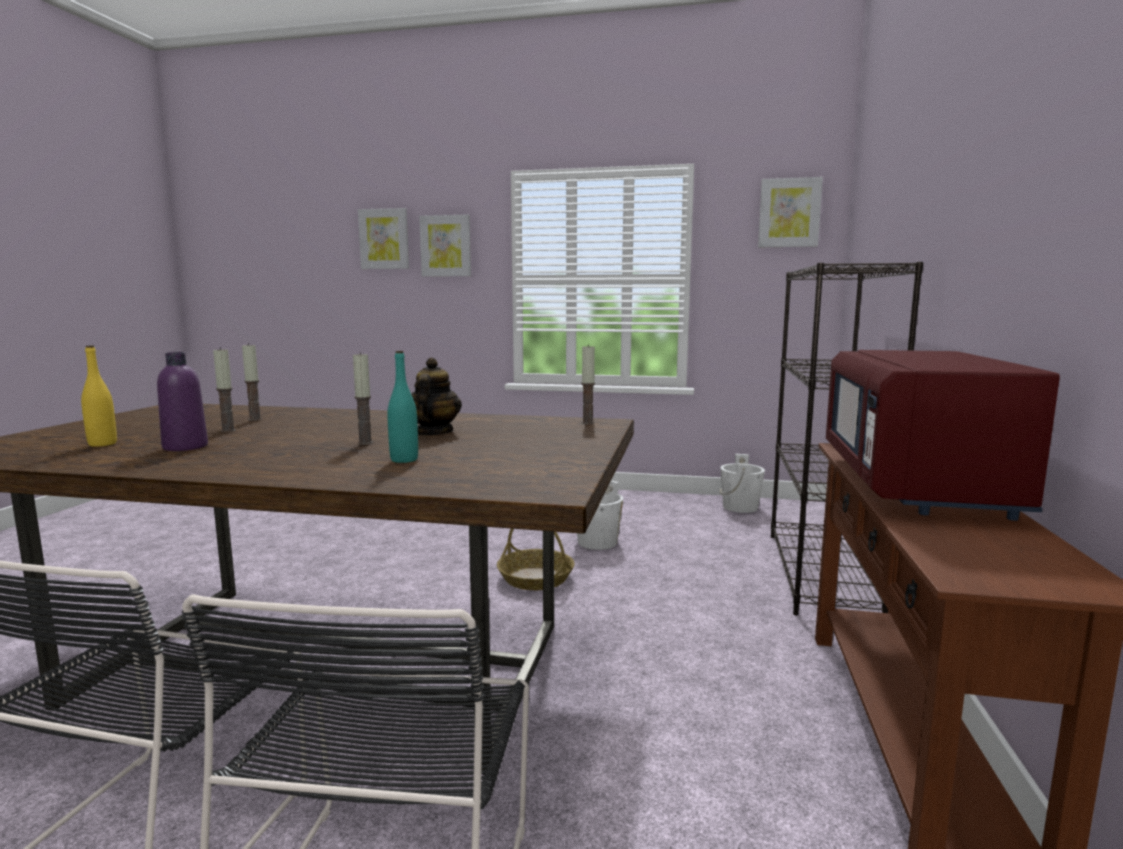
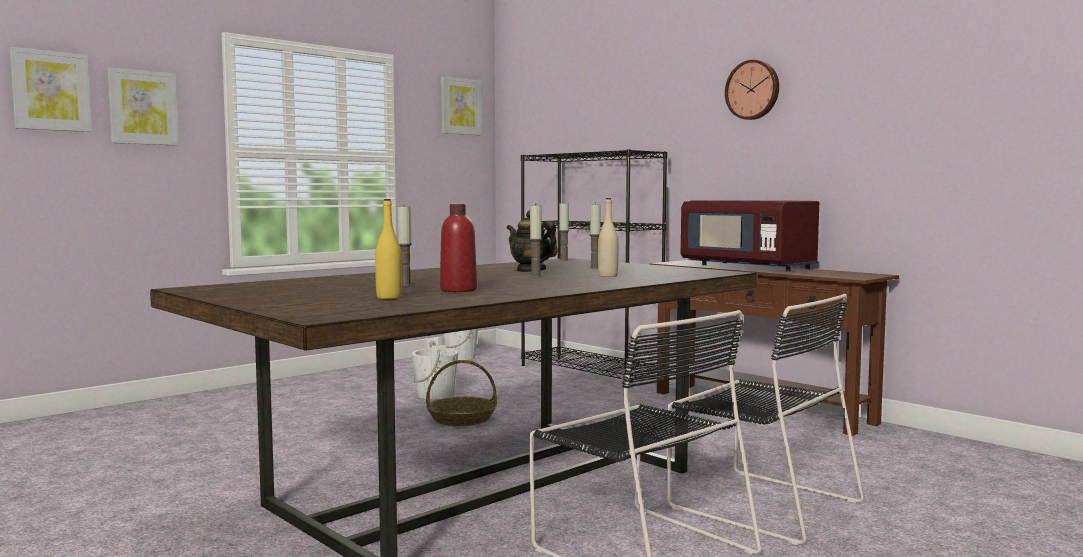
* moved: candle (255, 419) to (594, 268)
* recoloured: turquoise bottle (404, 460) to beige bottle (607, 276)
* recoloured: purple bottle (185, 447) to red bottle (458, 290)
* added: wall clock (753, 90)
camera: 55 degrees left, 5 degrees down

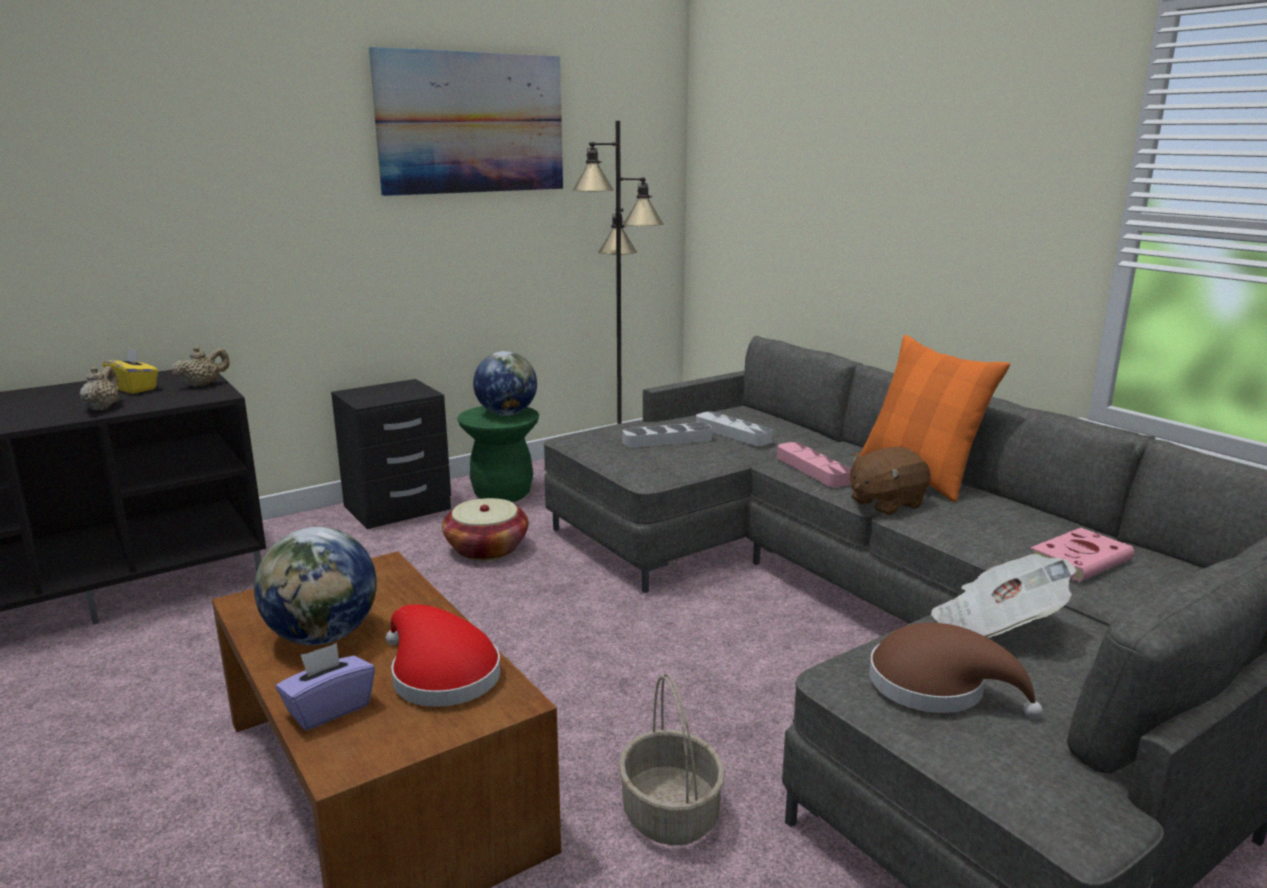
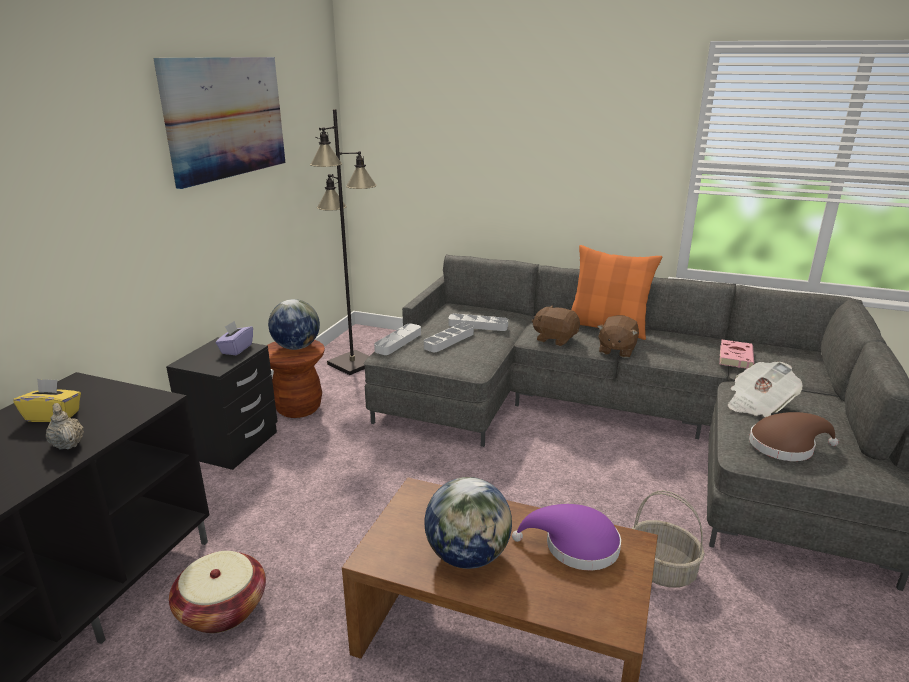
* removed: beige teapot (203, 384)
* recoloured: green stool (502, 494) to brown stool (298, 408)
* replaced: pink tray (812, 469) to brown plush toy (555, 339)
* moved: basket (486, 548) to (222, 609)
* recoloured: red hat (440, 675) to purple hat (575, 546)
* moved: purple tissue box (329, 709) to (236, 349)
* added: grey tray (398, 342)
camera: 35 degrees left, 5 degrees up

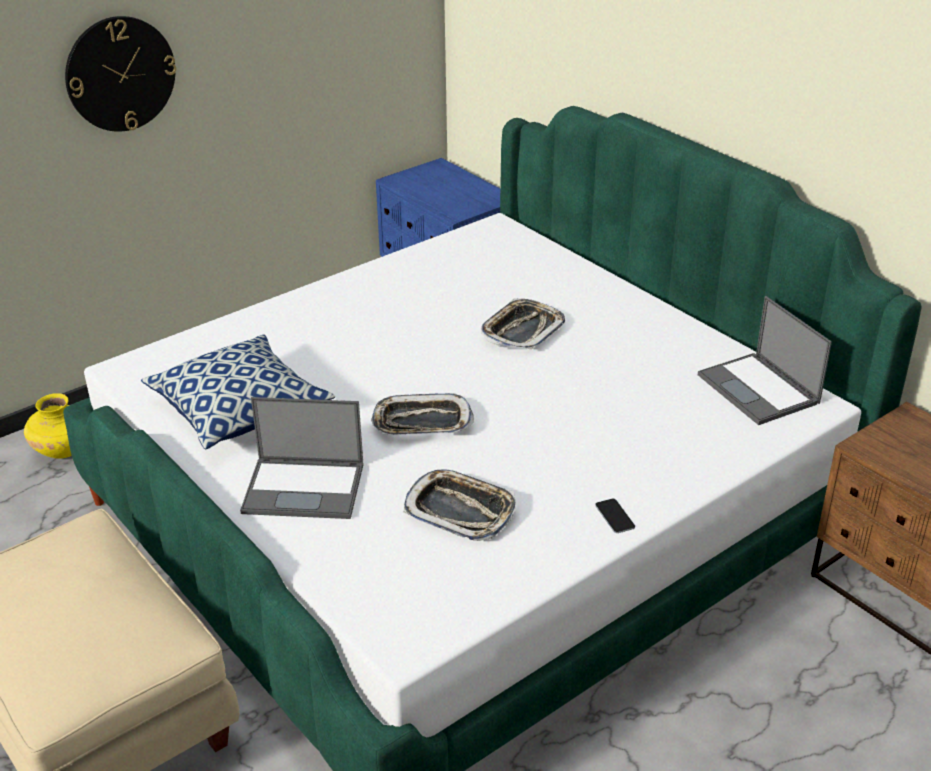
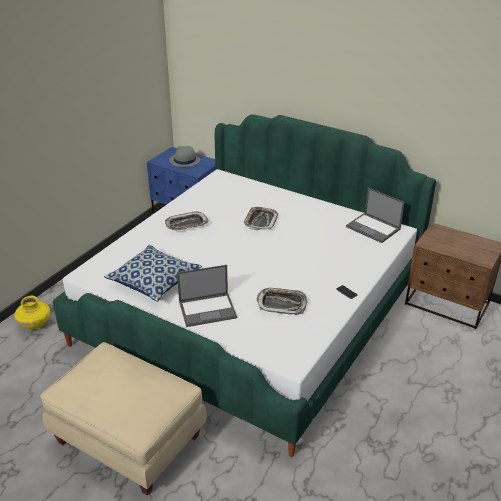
* removed: wall clock (120, 74)
* moved: tray (421, 422) to (186, 224)
* added: grey hat (184, 160)
camera: 20 degrees left, 0 degrees up

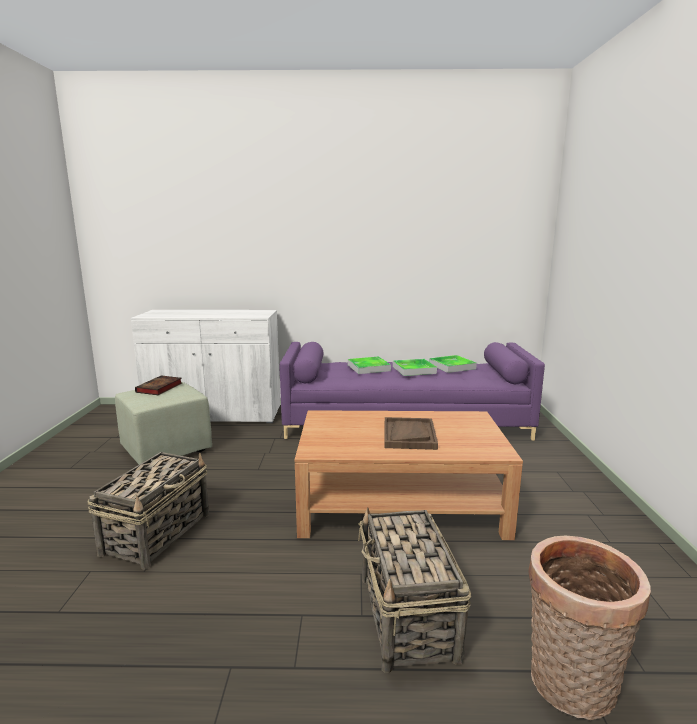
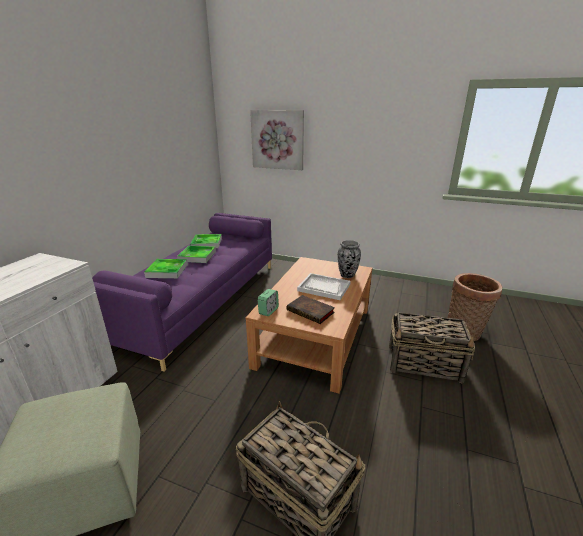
* moved: book (159, 388) to (311, 312)
* recoloured: brown tray (409, 435) to white tray (324, 287)
* added: picture (277, 140)
* added: vase (347, 275)
* added: alarm clock (268, 311)
camera: 70 degrees left, 10 degrees up

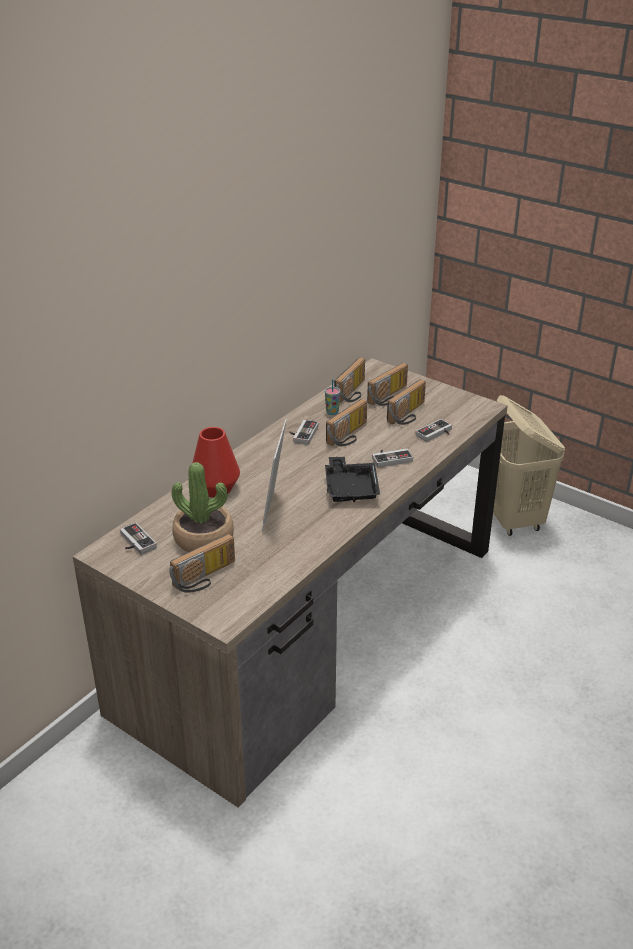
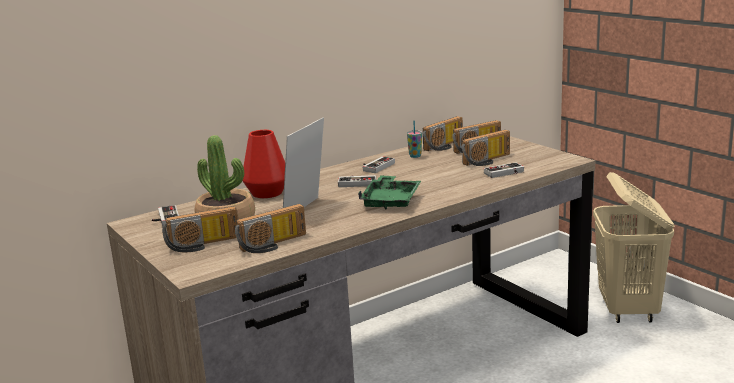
* moved: radio (350, 435) to (274, 245)
* moved: game controller (391, 458) to (357, 182)
* recoloured: black tray (350, 488) to green tray (391, 201)
camera: 20 degrees right, 15 degrees down

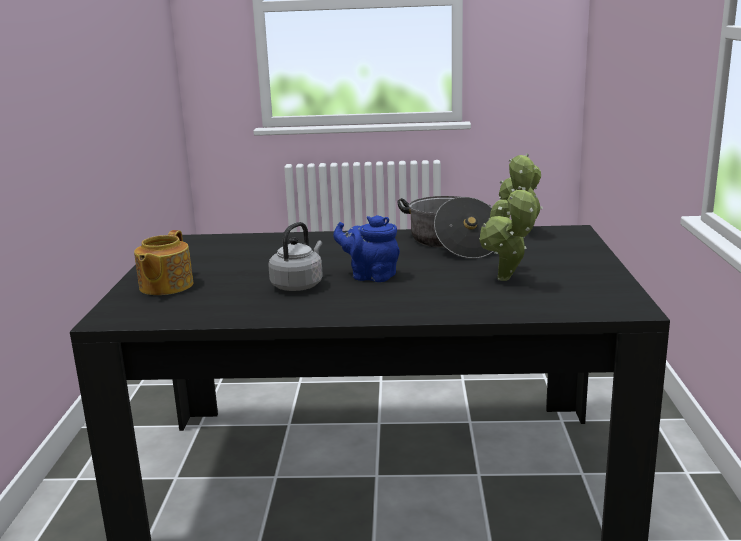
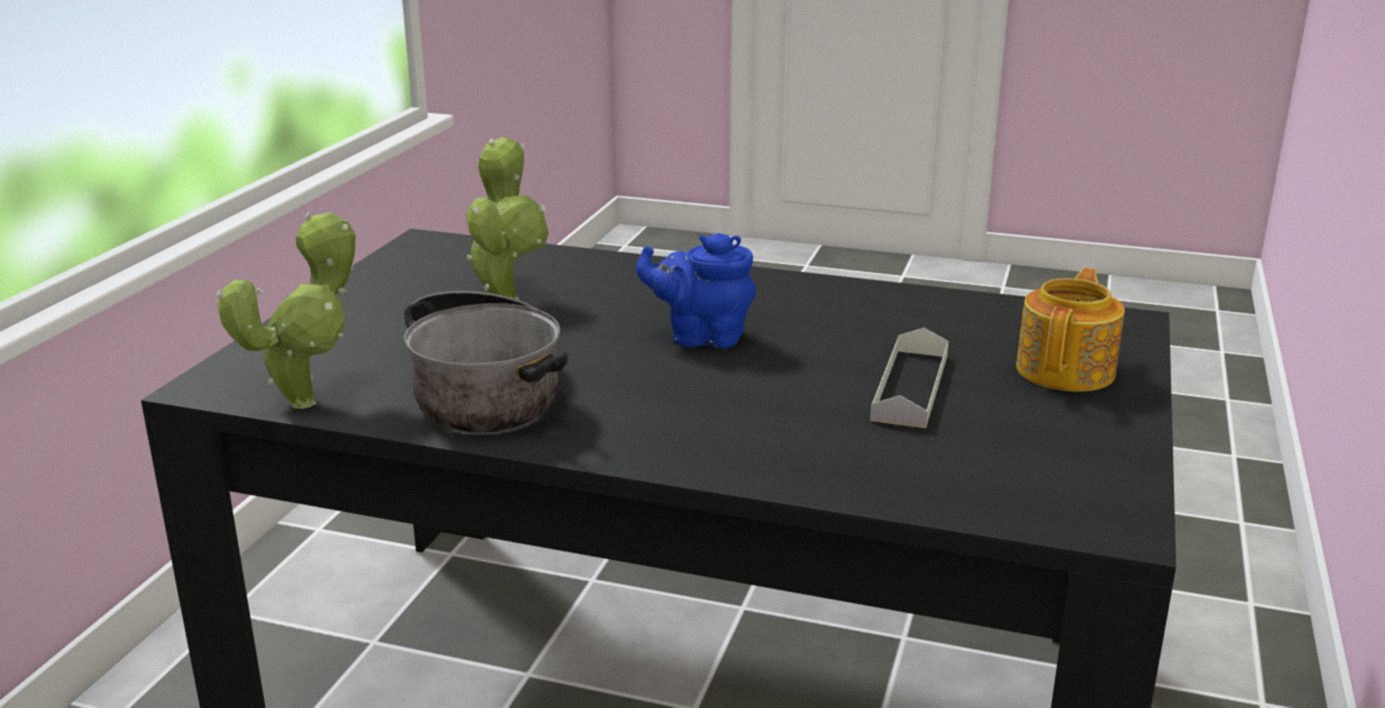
* turned: blue teapot (370, 276) = (701, 337) 150 degrees clockwise
* removed: grey kettle (298, 285)
* added: grey tray (910, 387)
camera: 165 degrees left, 5 degrees up

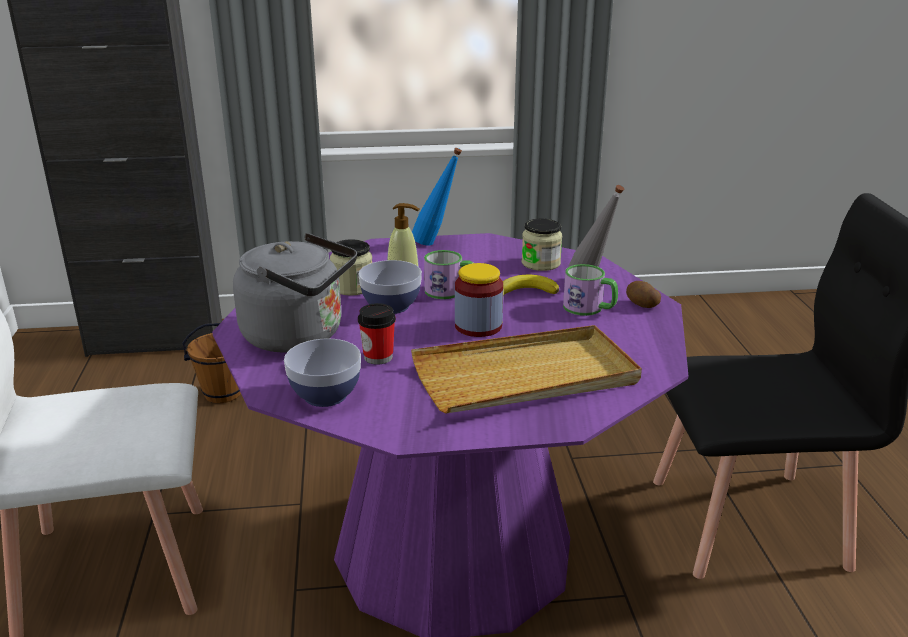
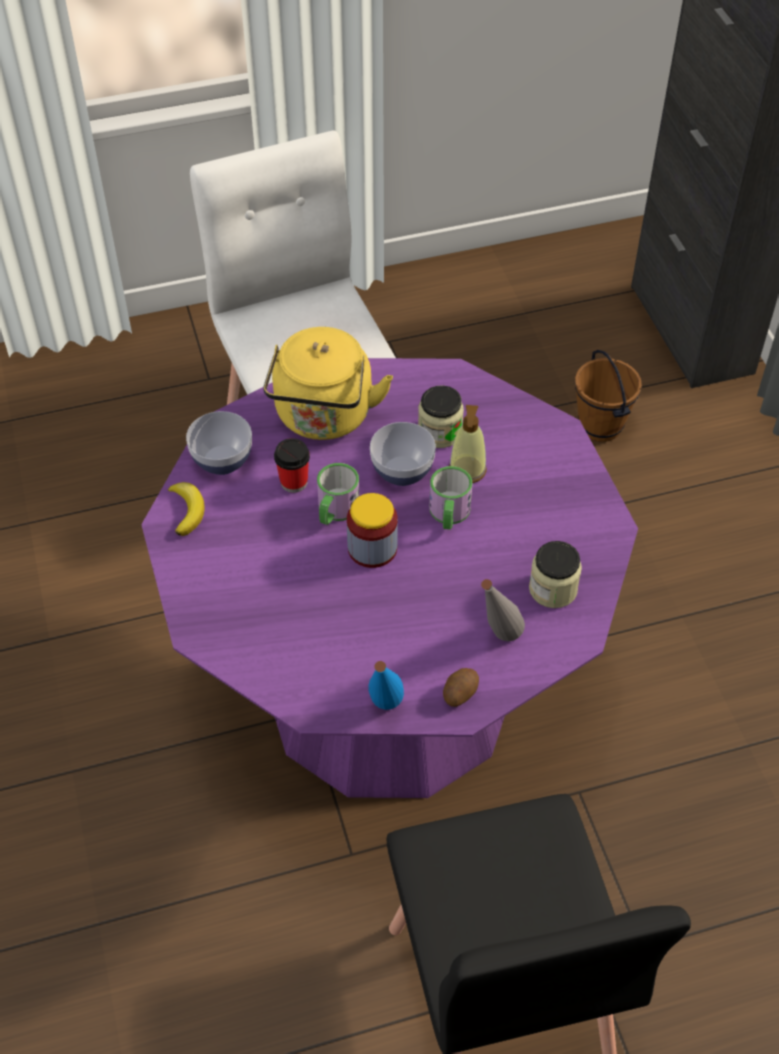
* moved: blue bottle (436, 244) to (384, 713)
* recoloured: grey kettle (299, 336) to yellow kettle (324, 418)
* moved: mug (589, 308) to (335, 510)
* moved: banana (526, 291) to (187, 510)
* removed: beige tray (526, 377)
camera: 80 degrees right, 25 degrees up

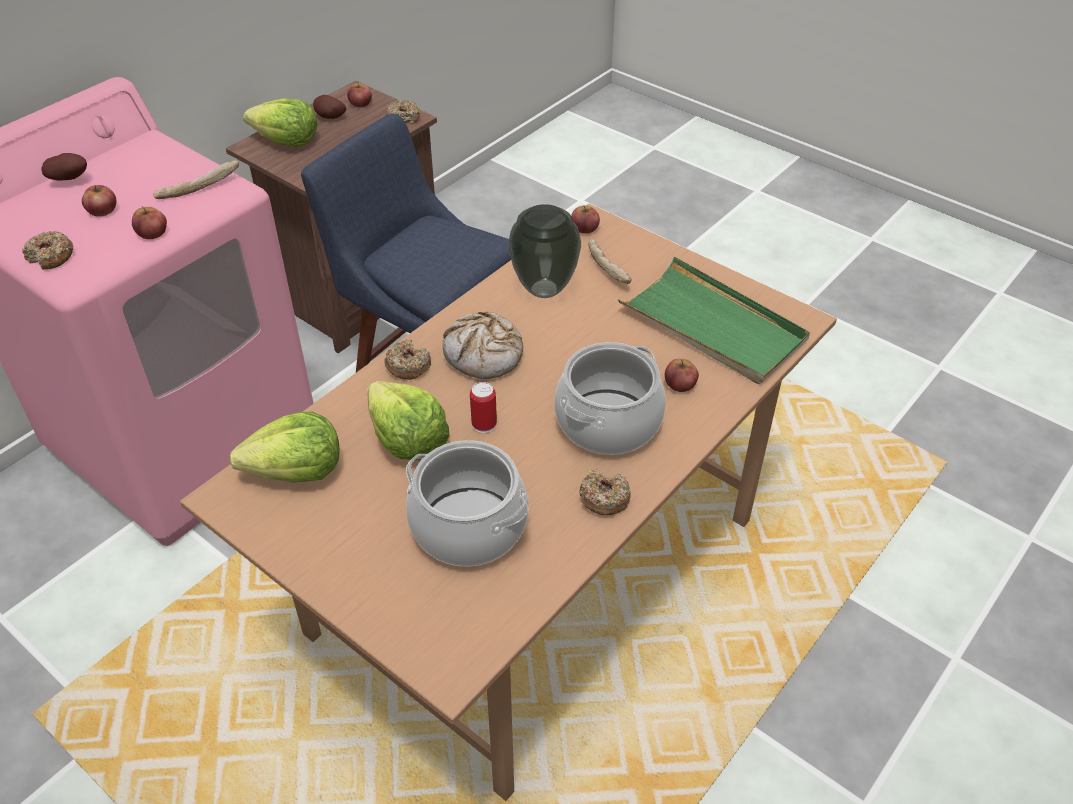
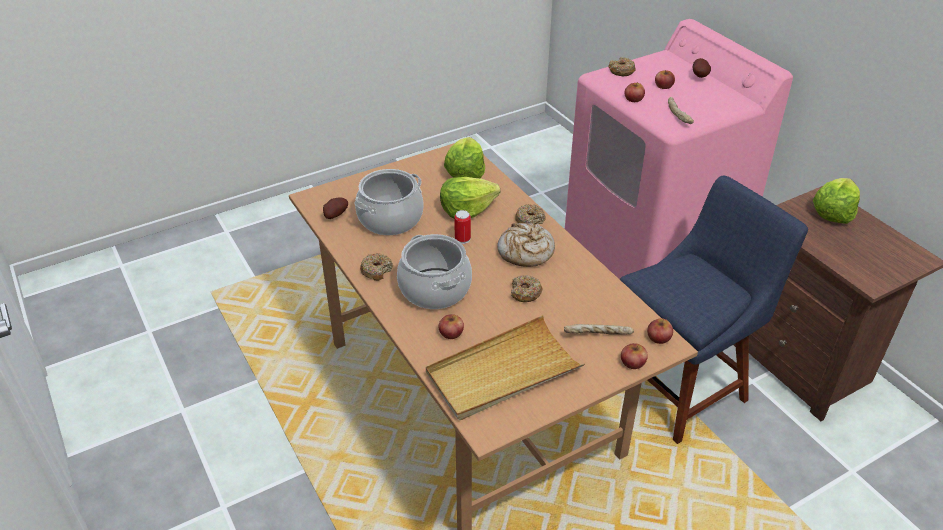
* moved: apple (360, 103) to (632, 362)
* moved: potato (329, 118) to (335, 215)
* moved: donut (403, 118) to (525, 293)
* removed: vase (545, 290)
* recoloured: green tray (713, 326) to beige tray (503, 372)
camera: 110 degrees right, 5 degrees down

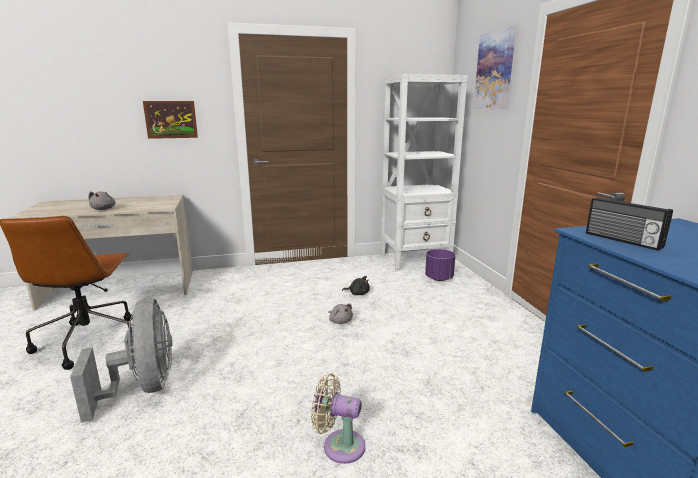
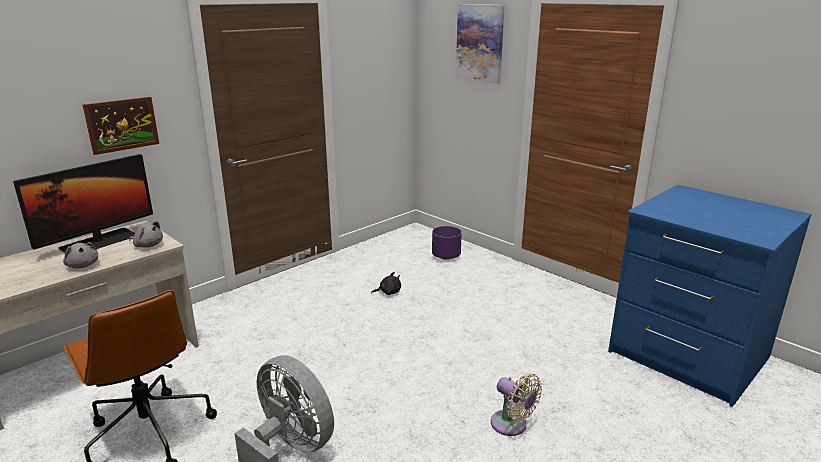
* removed: white bookcase (415, 260)
* removed: radio (622, 240)
* moved: grey plush toy (340, 321) to (148, 245)
* turned: beige fan (339, 445) = (511, 425) 120 degrees counterclockwise
* added: monitor (99, 242)
camera: 30 degrees left, 5 degrees up

